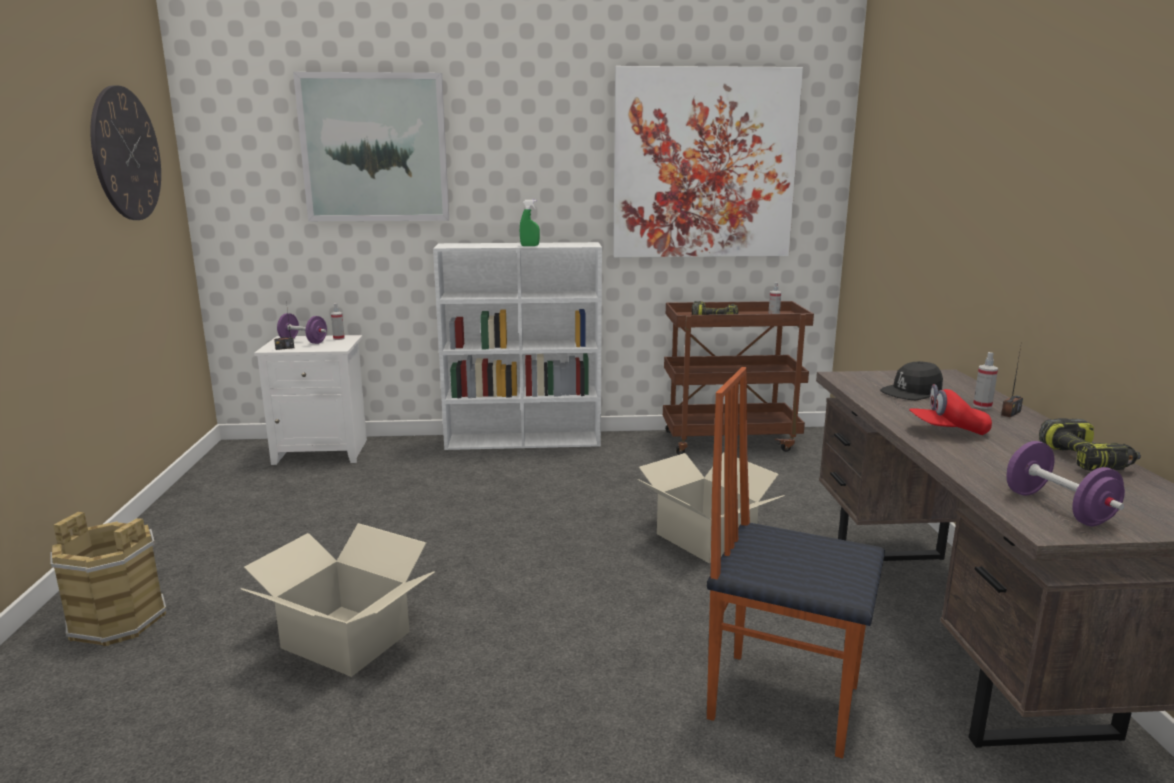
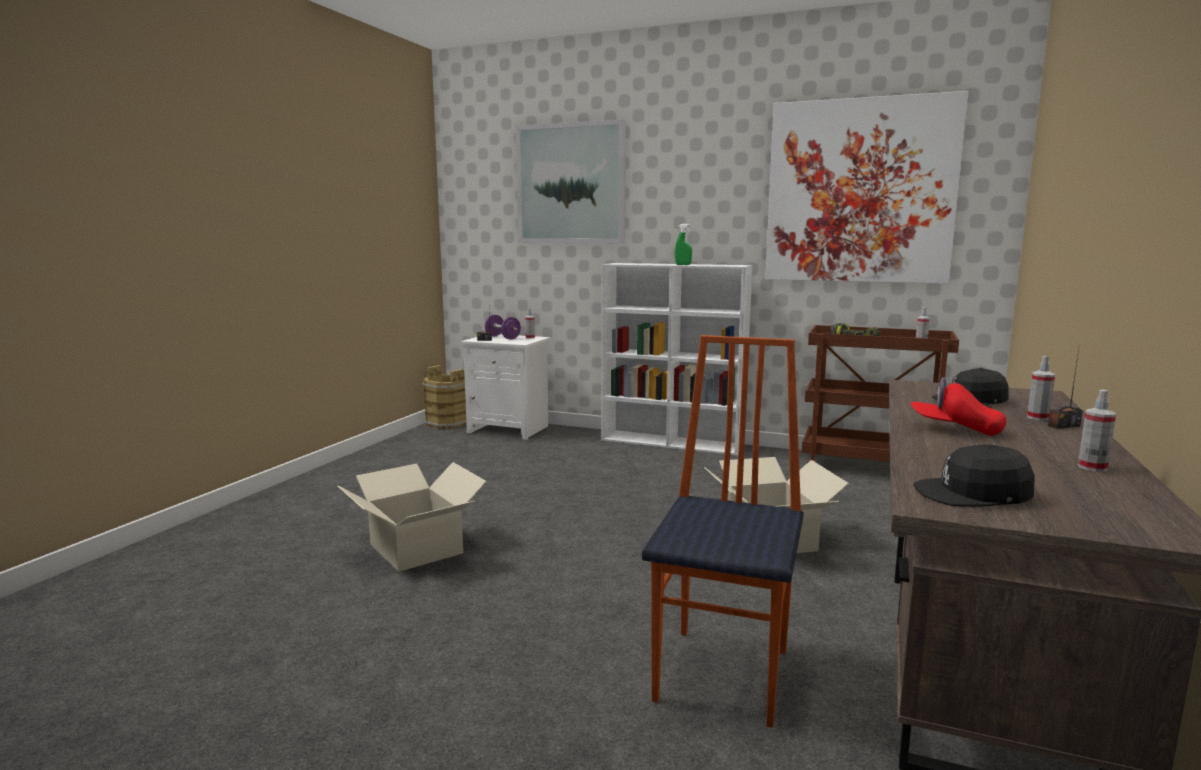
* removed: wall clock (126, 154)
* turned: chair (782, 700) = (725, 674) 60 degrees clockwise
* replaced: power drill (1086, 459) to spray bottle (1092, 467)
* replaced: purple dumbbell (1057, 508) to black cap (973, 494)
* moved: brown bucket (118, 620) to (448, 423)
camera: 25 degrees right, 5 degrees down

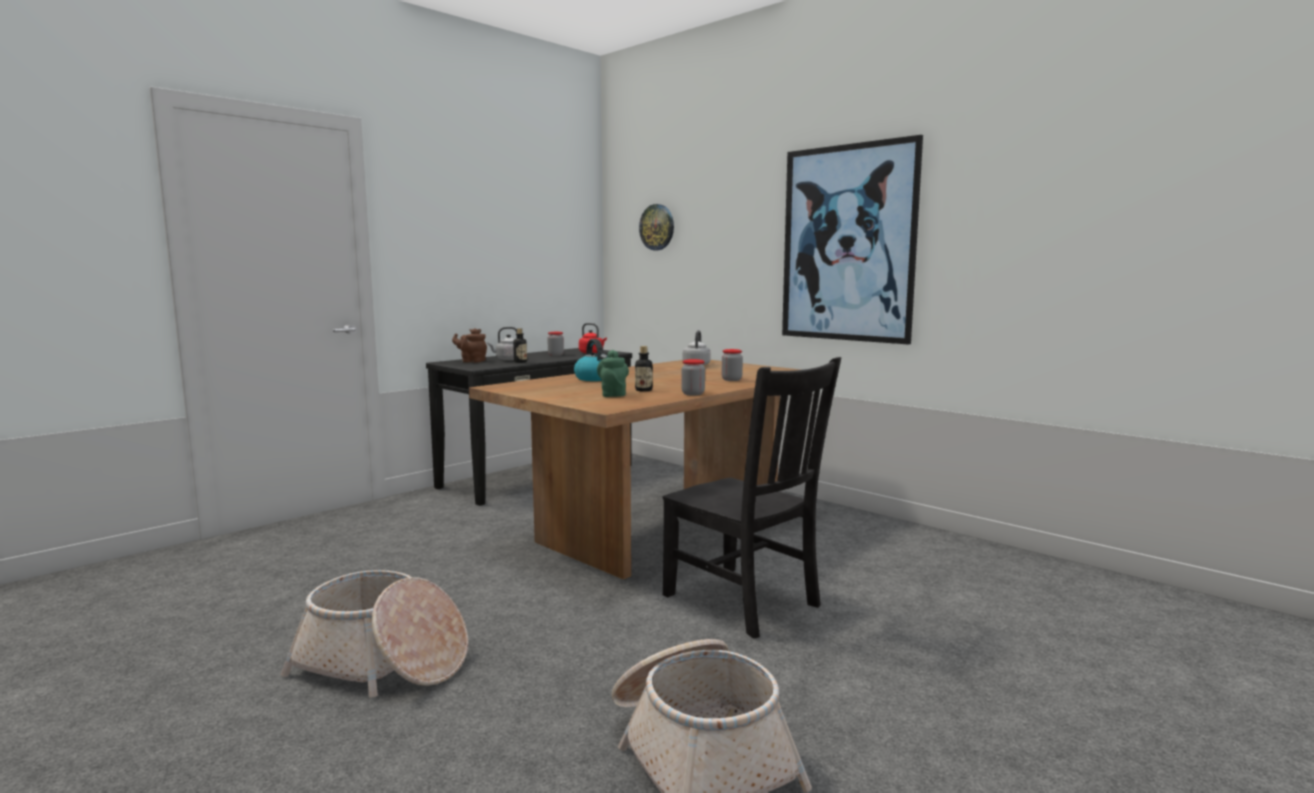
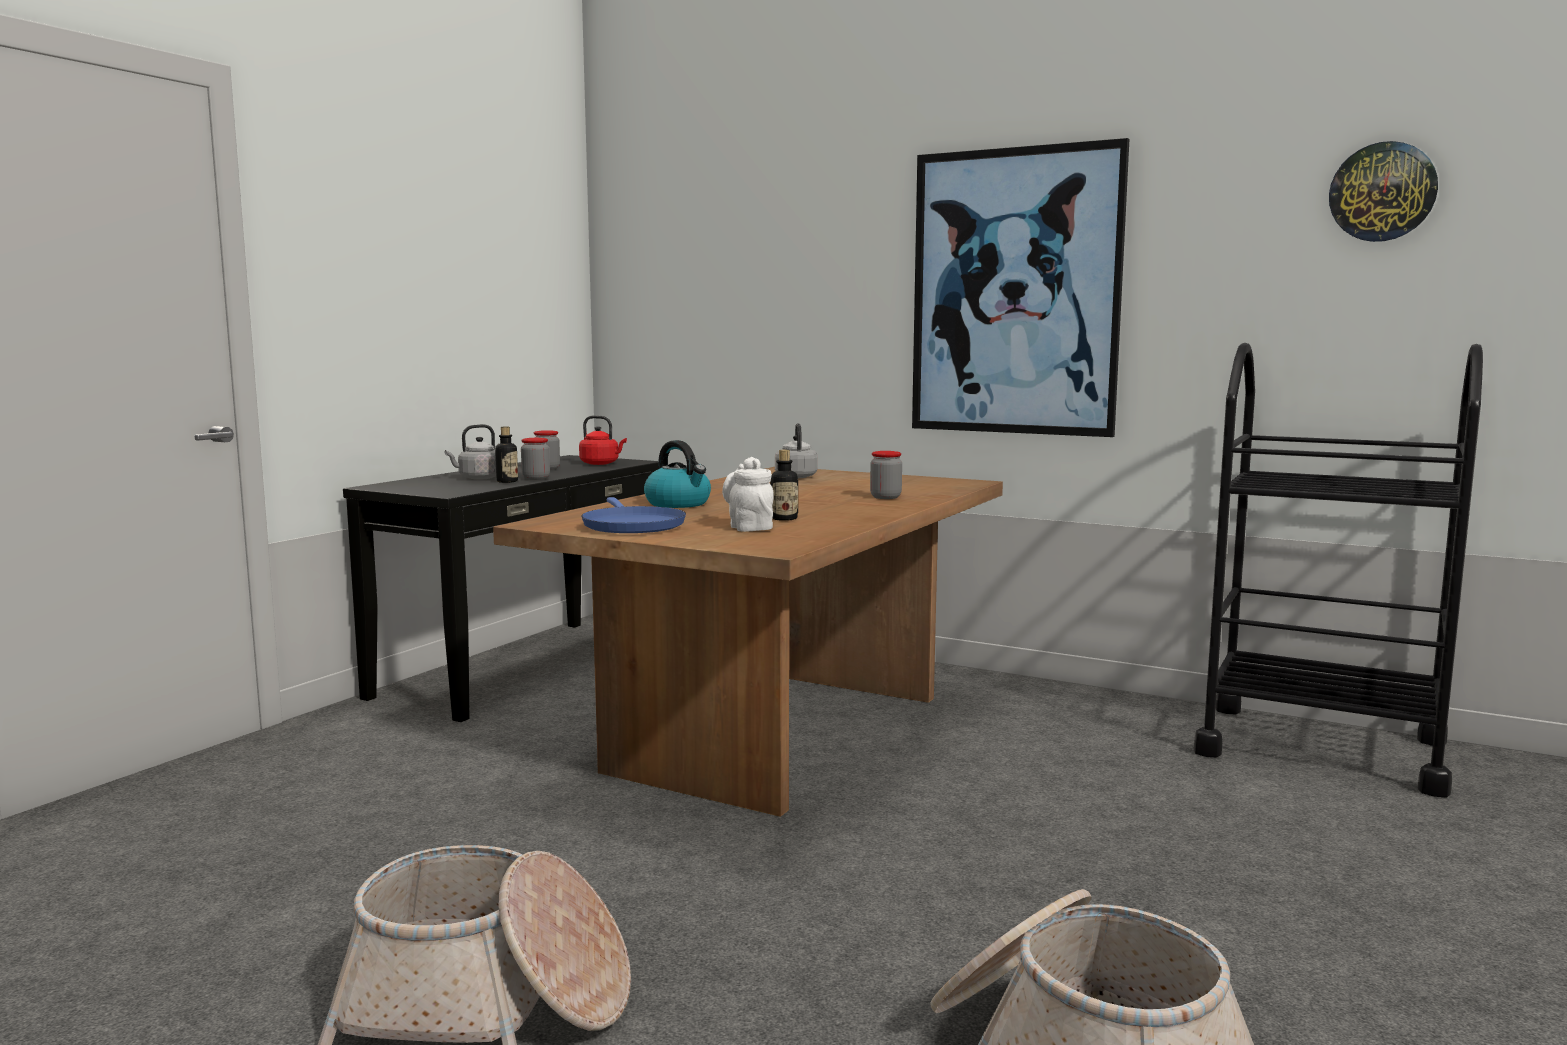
* moved: wall clock (657, 227) to (1382, 192)
* removed: brown teapot (471, 361)
* recoloured: green teapot (613, 394) to white teapot (749, 527)
* removed: black chair (744, 602)
* moved: jar (693, 394) to (536, 478)
* added: black cart (1320, 747)
* added: blue frying pan (631, 525)
camera: 15 degrees left, 0 degrees up

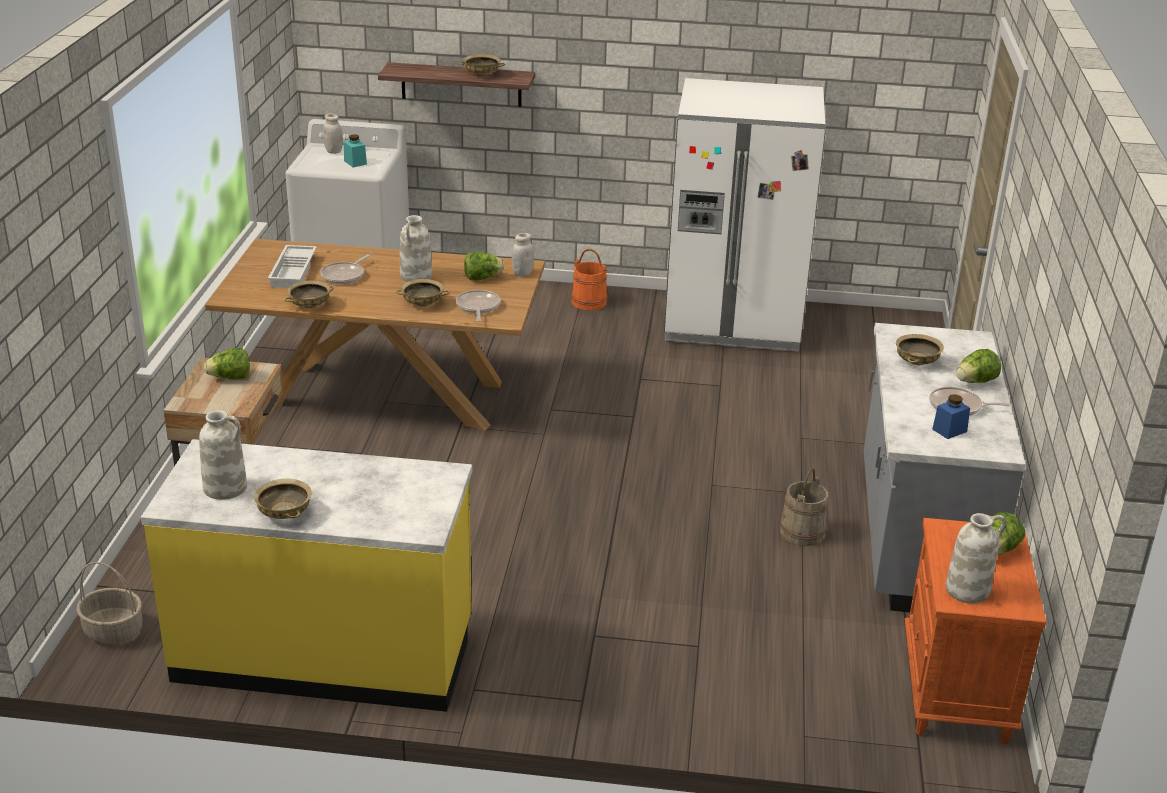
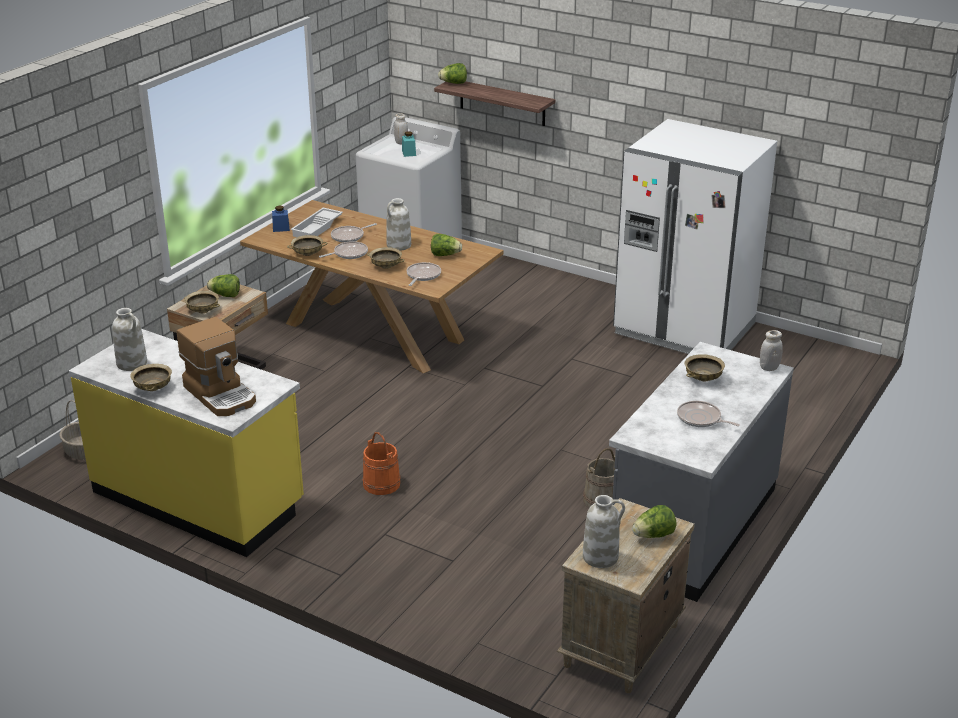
* moved: beige bowl (481, 74) to (202, 310)
* moved: white jar (522, 273) to (769, 367)
* moved: orange bucket (588, 302) to (381, 484)
* moved: lettuce (975, 382) to (454, 83)
* moved: blue jar (949, 430) to (281, 228)
* recoloured: orange nightstand (956, 693) to beige nightstand (621, 646)
* added: frying pan (348, 254)
* added: coffee machine (221, 394)
camera: 25 degrees right, 0 degrees up

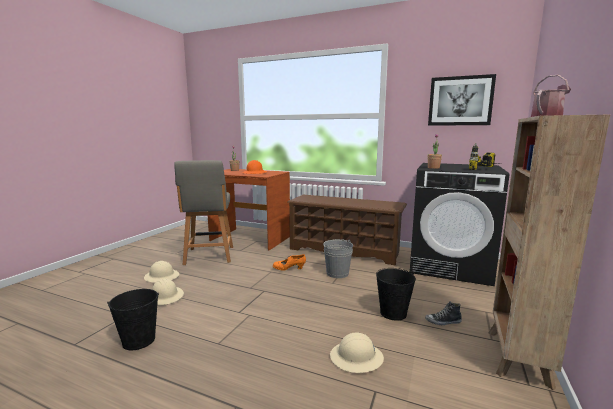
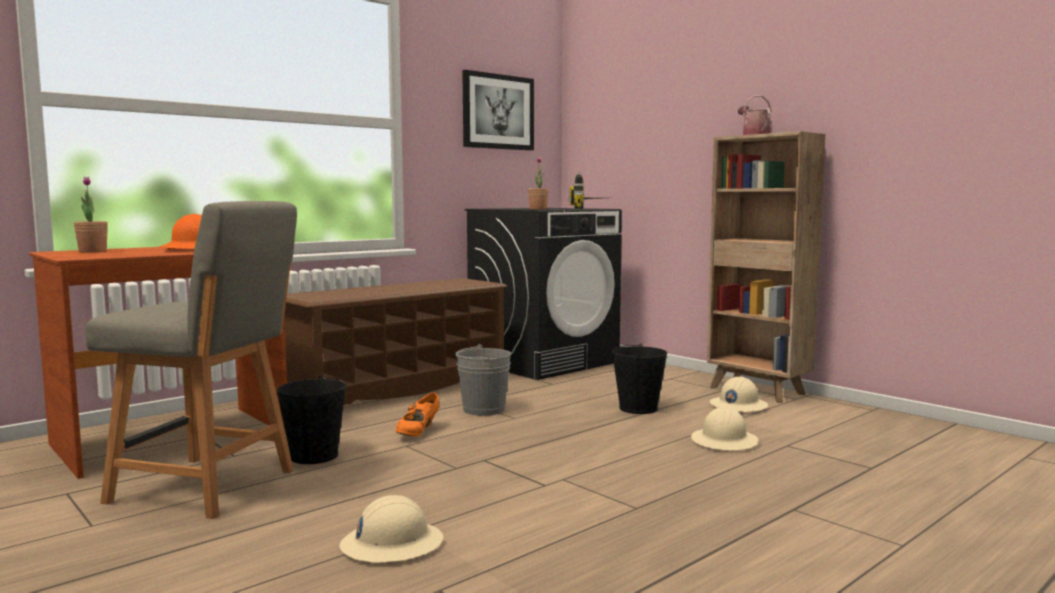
* moved: beige hard hat (162, 276) to (738, 406)
* moved: black bucket (139, 340) to (313, 456)
* removed: shoe (443, 322)
camera: 65 degrees left, 5 degrees down

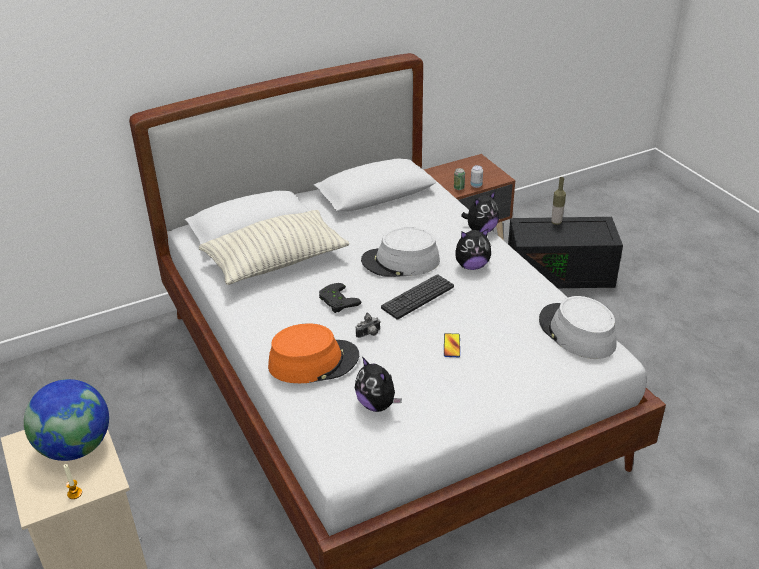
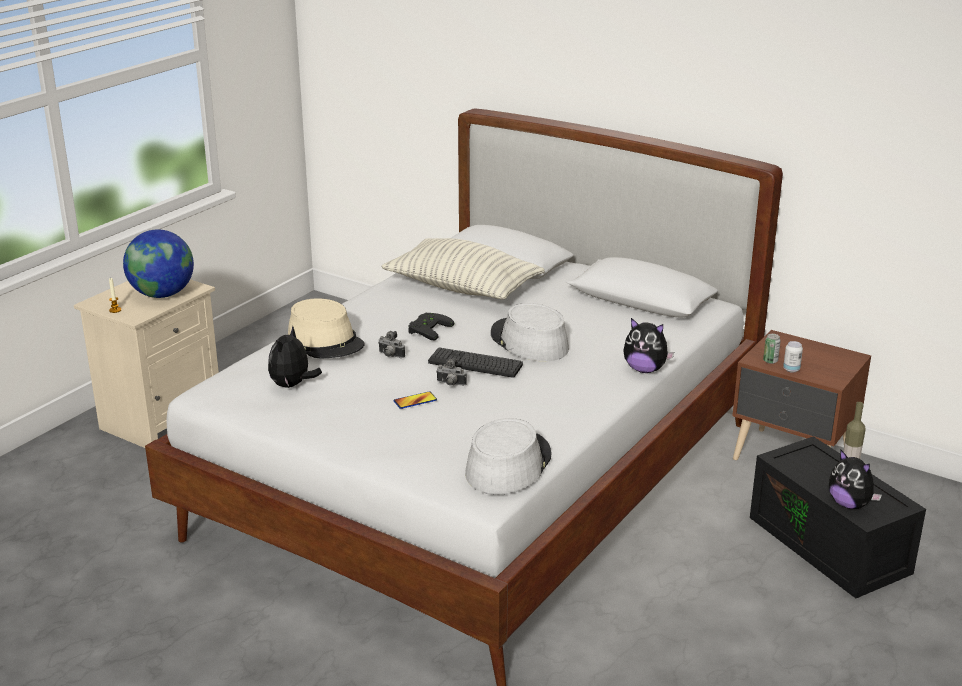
* moved: plush toy (471, 266) to (850, 504)
* recoloured: orange hat (313, 361) to beige hat (326, 341)
* added: photo camera (450, 384)
camera: 60 degrees right, 10 degrees down

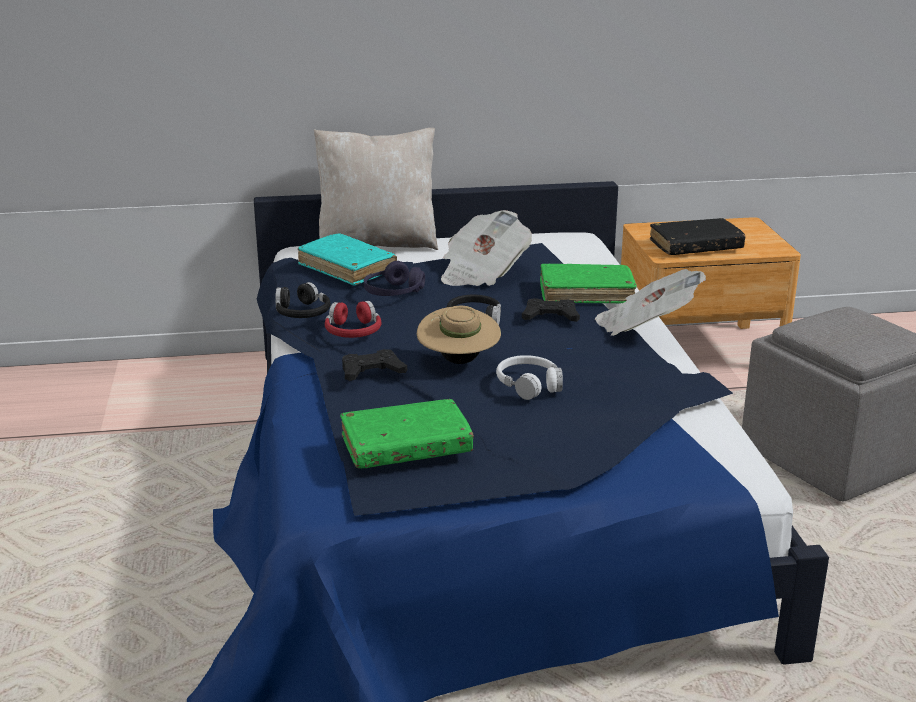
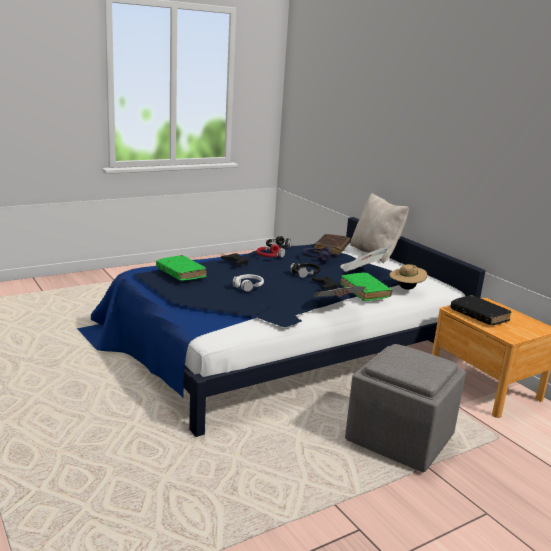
* recoloured: turquoise book (347, 268) to brown book (331, 249)
* moved: beige hat (458, 361) to (406, 288)
camera: 65 degrees right, 5 degrees down

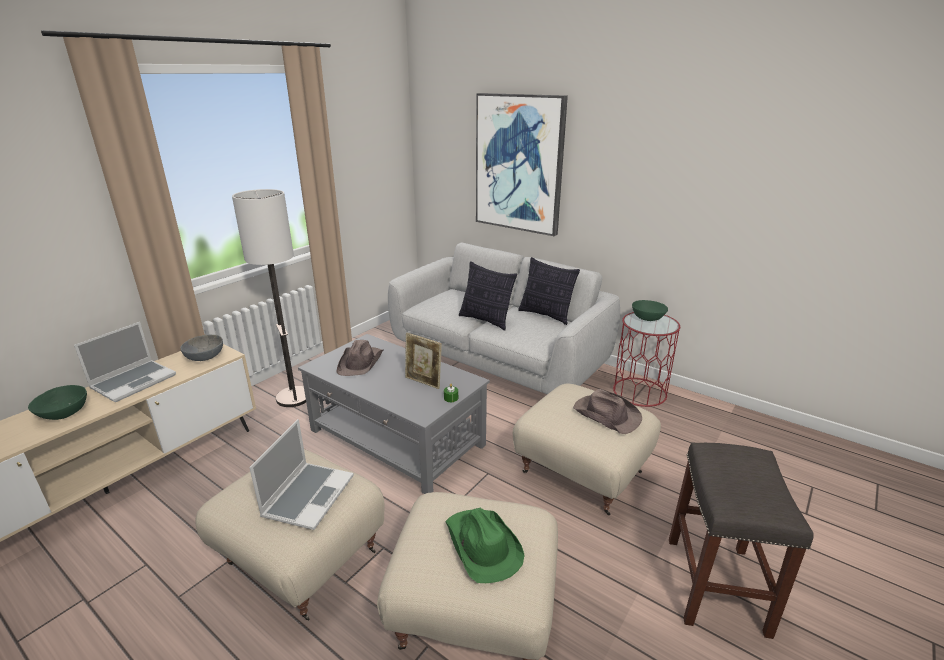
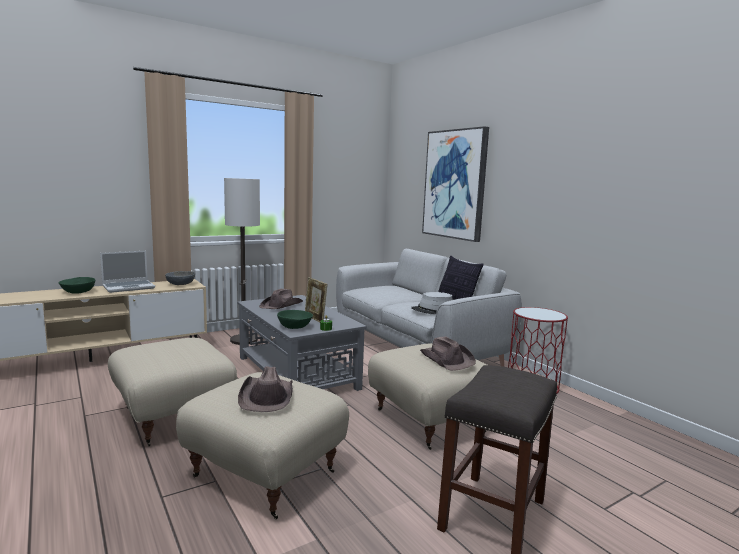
* removed: pillow (486, 320)
* moved: green bowl (647, 318) to (294, 327)
* removed: laptop (308, 495)
* recoloured: green hat (482, 546) to brown hat (267, 397)
* added: grey hat (433, 310)
camera: 20 degrees right, 15 degrees down

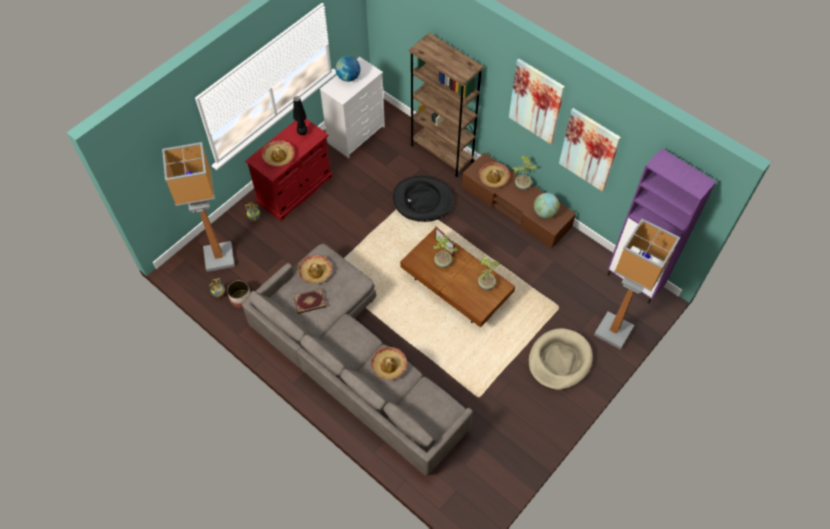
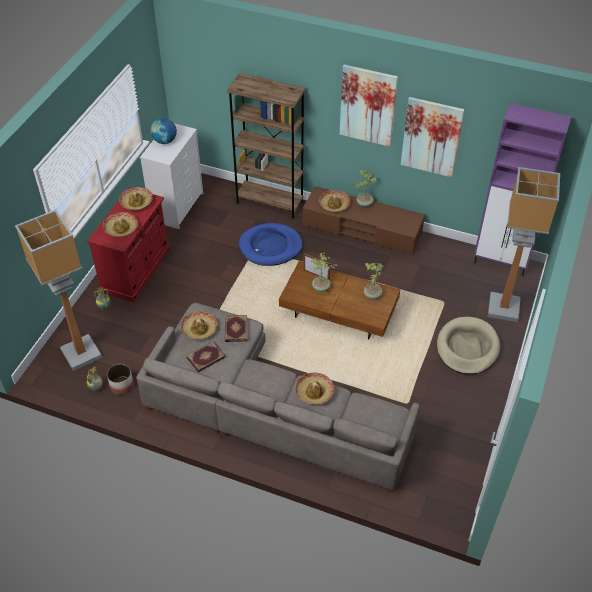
* replaced: black table lamp (302, 133) to hat (136, 202)
* recoloured: black dog bed (423, 200) to blue dog bed (270, 247)
* removed: globe (544, 212)
* added: book (235, 329)
camera: 20 degrees left, 10 degrees down

